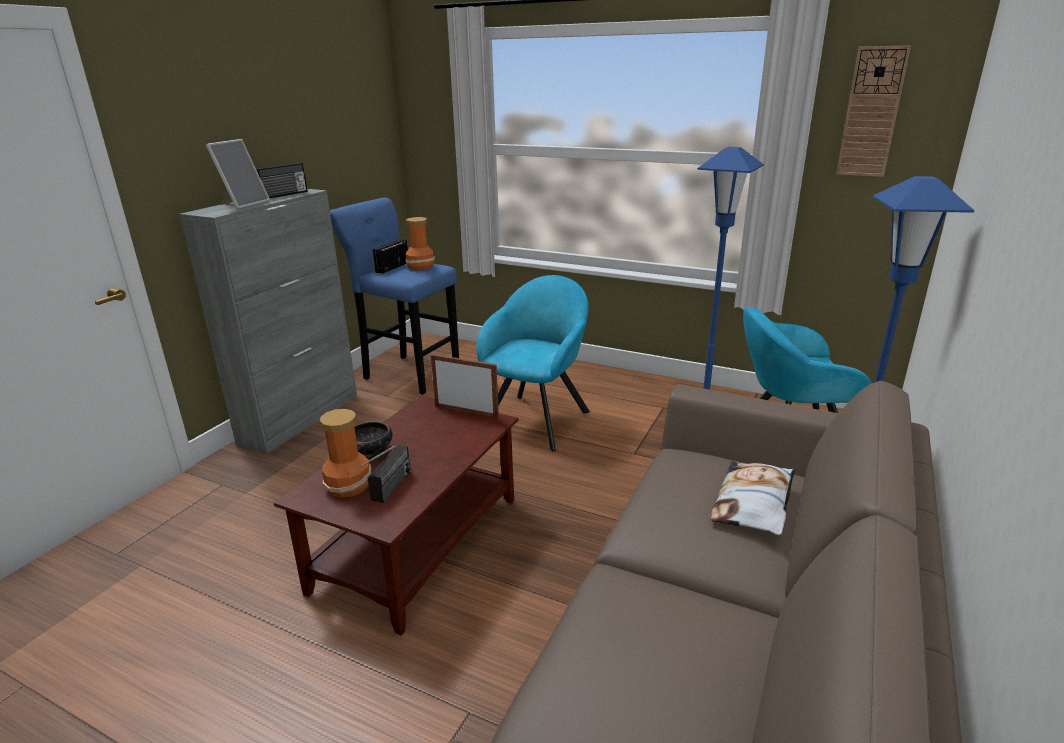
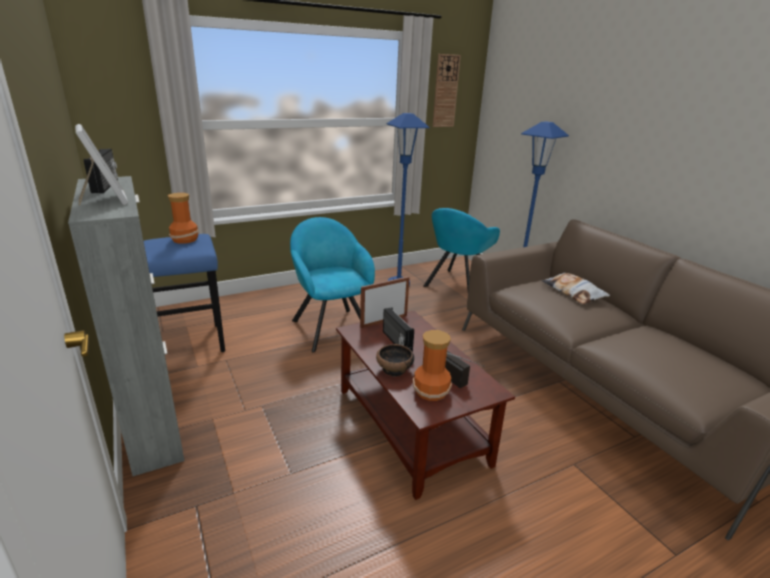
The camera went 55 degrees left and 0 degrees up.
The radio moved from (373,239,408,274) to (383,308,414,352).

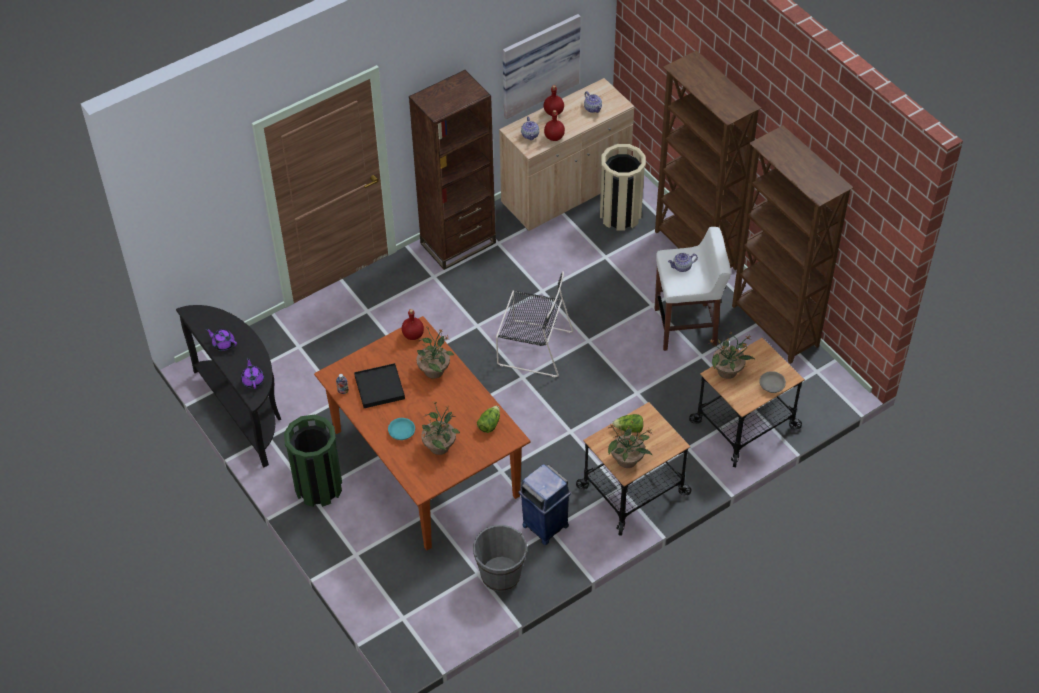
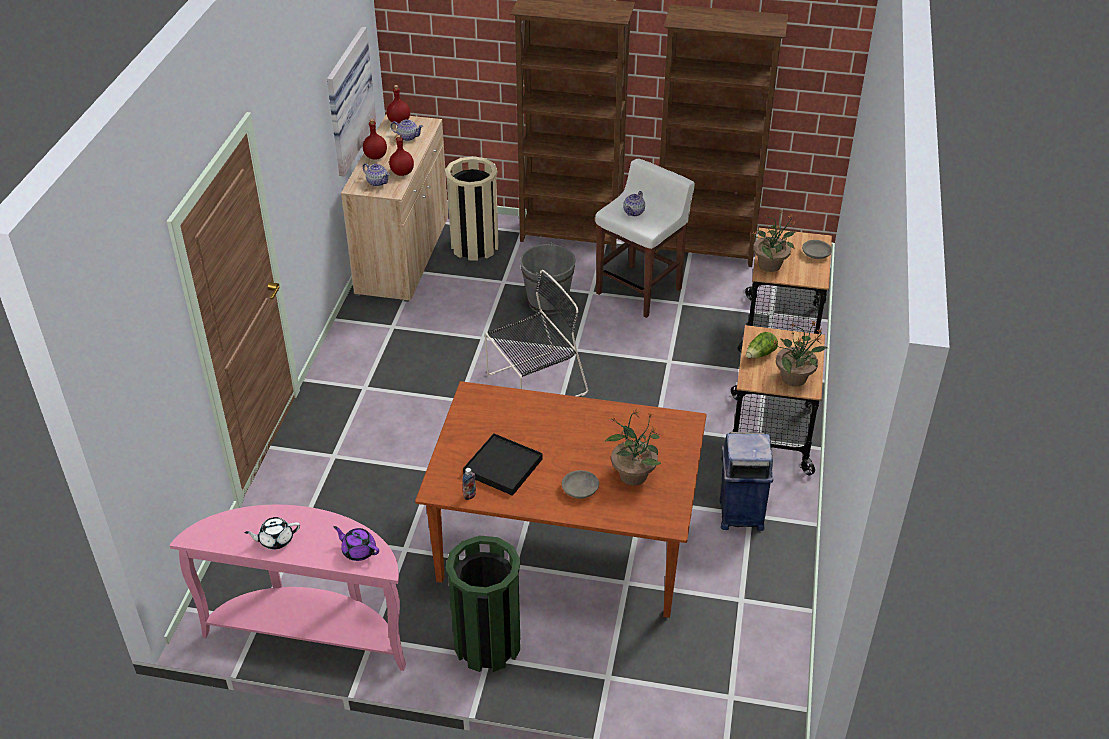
The camera went 45 degrees left and 10 degrees down.
The brownish shelving unit at (409,70,496,270) disappeared.
The houseplant at (417,326,454,378) disappeared.
The lettuce at (477,406,500,433) disappeared.
The red-coloured drink bottle moved from (402,309,424,340) to (387,85,410,124).
The gray pail moved from (473,525,527,592) to (520,242,576,315).
The black-coloured narrow table at (176,305,281,467) became the pinkish narrow table at (170,505,406,671).
The purple-coloured pot for tea at (206,328,237,351) became the white-coloured pot for tea at (244,517,300,550).
The turquoise serving bowl at (388,418,415,440) became the gray serving bowl at (562,470,599,499).

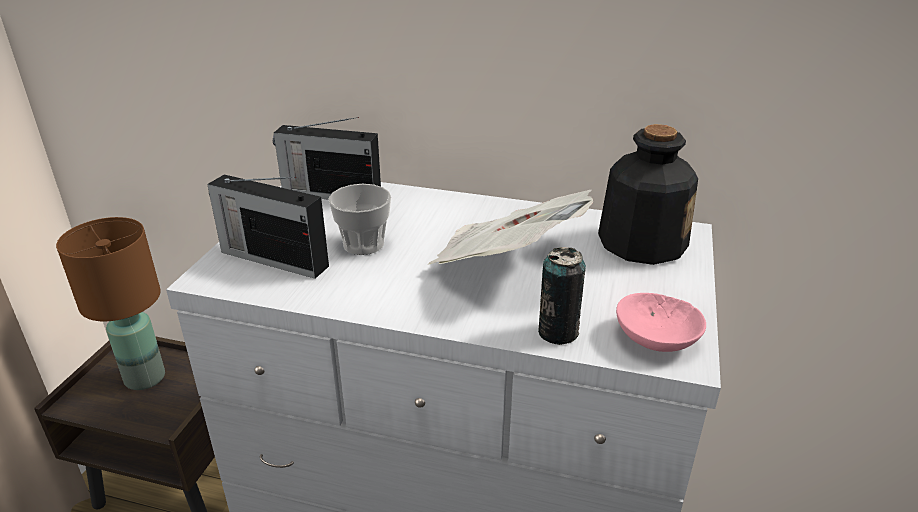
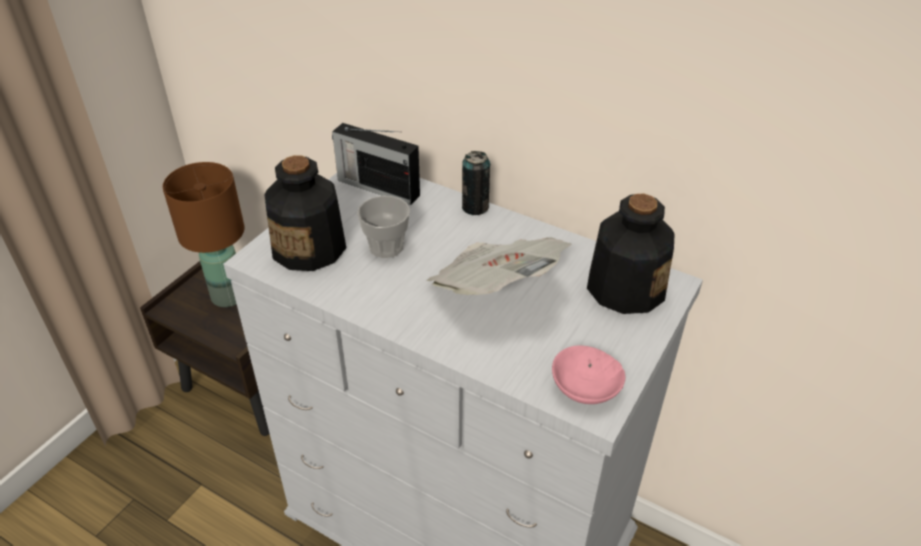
The camera went 15 degrees right and 10 degrees up.
The metal can moved from (538,247,586,345) to (462,151,491,215).
The radio at (207,175,329,279) was replaced by the drink bottle at (264,155,346,271).

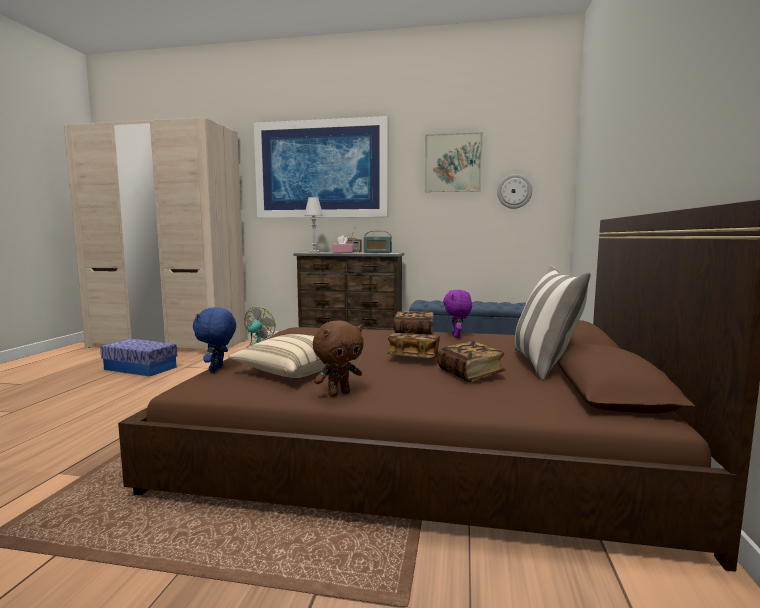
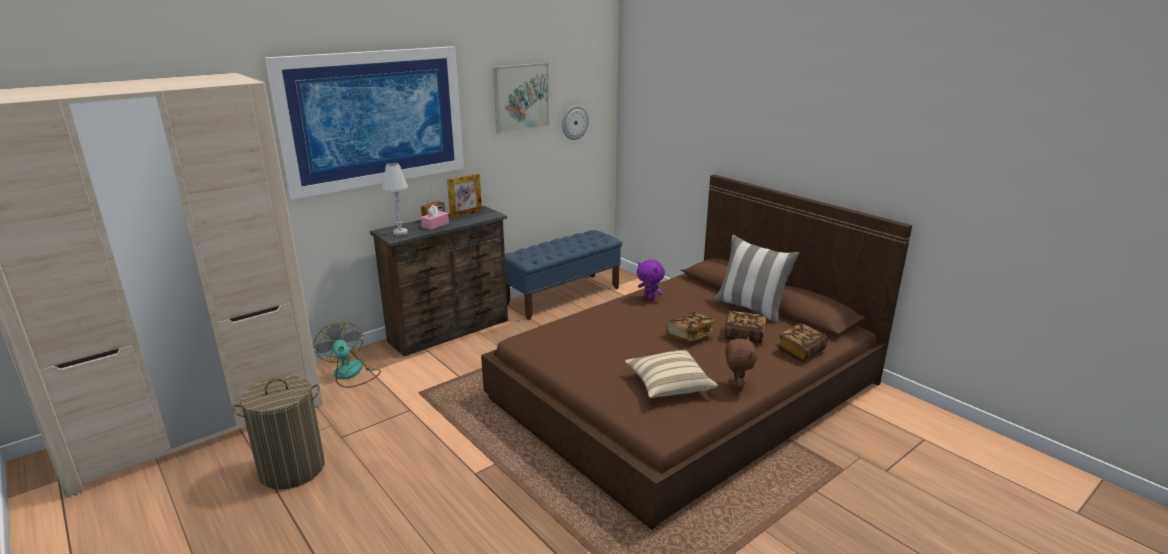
The camera went 50 degrees left and 15 degrees up.
The bluish cuddly toy at (193,307,236,372) disappeared.
The book moved from (394,311,434,335) to (776,323,828,362).
The storage box at (100,339,177,377) was replaced by the hamper at (232,375,325,490).
The radio at (364,231,392,253) was replaced by the photo frame at (447,174,482,218).

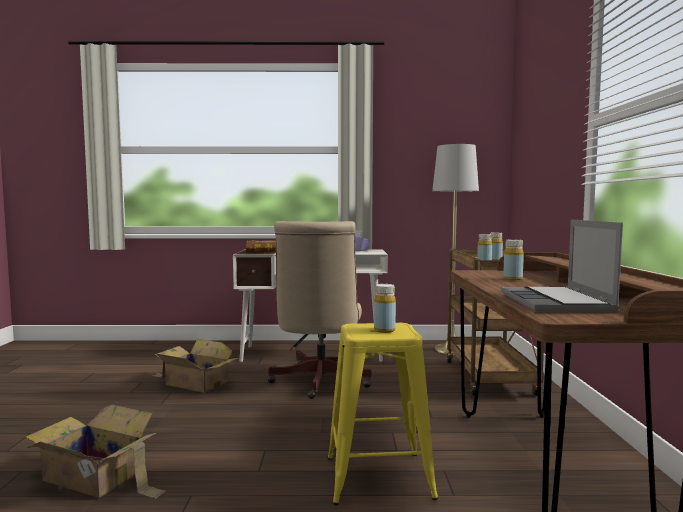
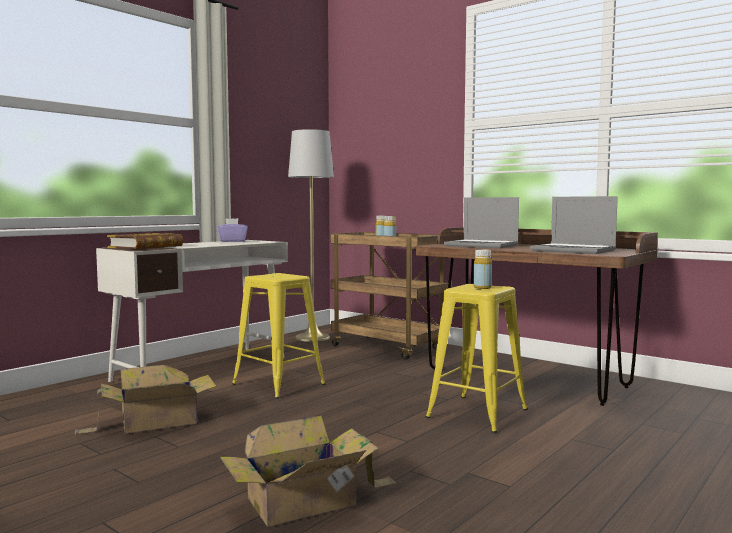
The camera went 50 degrees left and 0 degrees up.
The beige desk chair at (267,221,372,399) was replaced by the yellowish stool at (232,273,326,399).
The yellowish drink bottle at (503,240,524,280) was replaced by the notebook computer at (444,197,519,248).

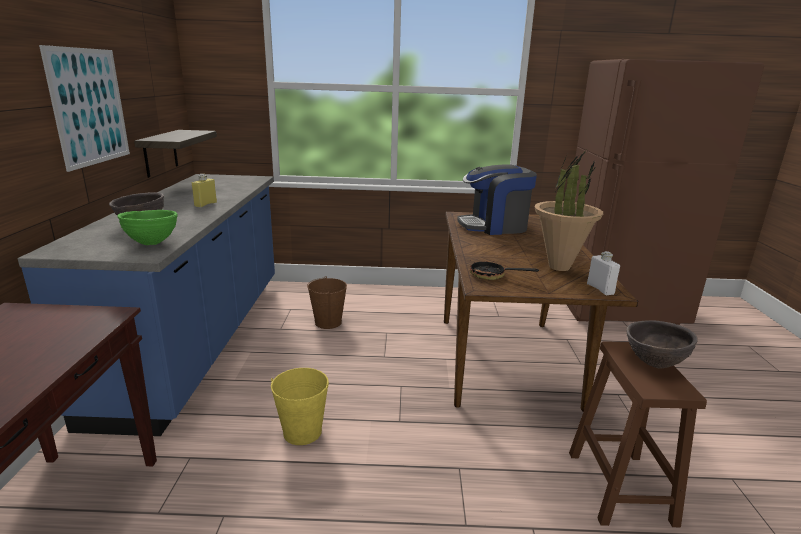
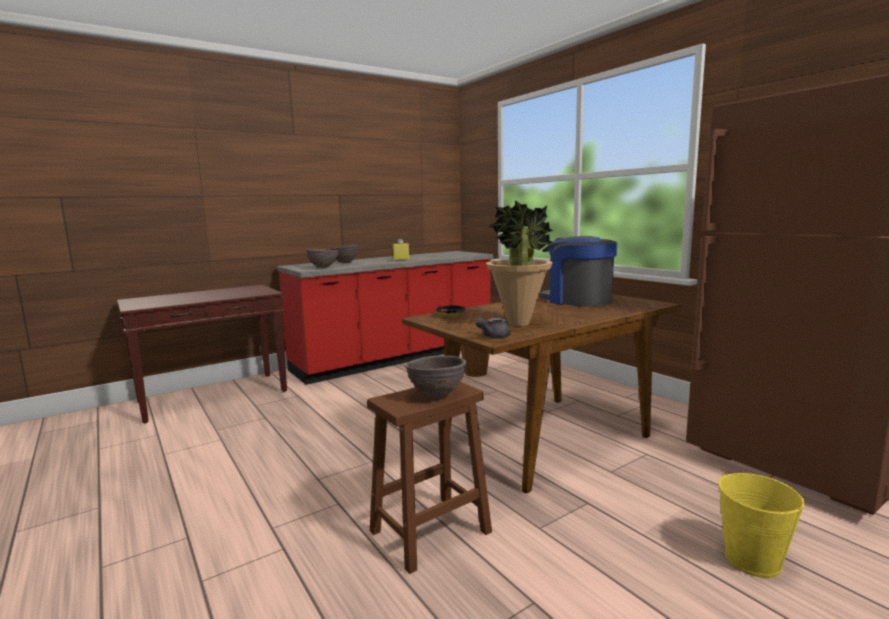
The camera went 55 degrees right and 10 degrees down.
The wall picture at (39,45,130,172) disappeared.
The wall shelf at (134,130,217,178) disappeared.
The yellowish pail moved from (271,368,329,445) to (718,472,805,578).
The white-coloured drink bottle at (587,251,620,295) was replaced by the gray pot for tea at (475,318,511,338).
The bluish counter at (18,174,275,436) became the red-coloured counter at (277,251,493,385).
The greenish serving bowl at (117,210,177,245) became the brownish serving bowl at (306,249,339,268).

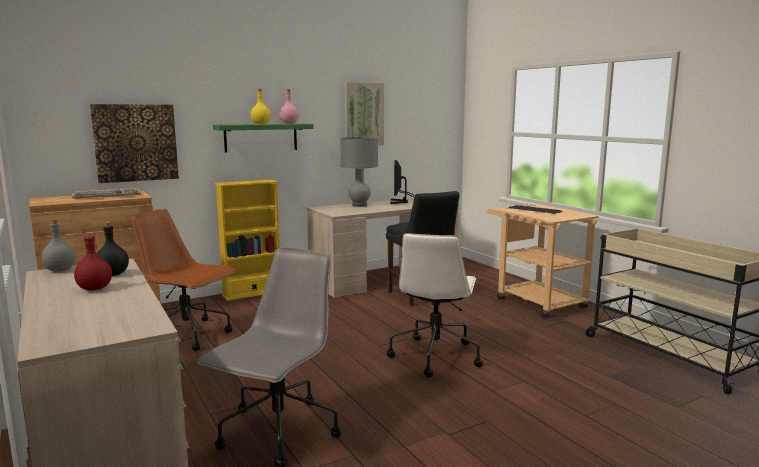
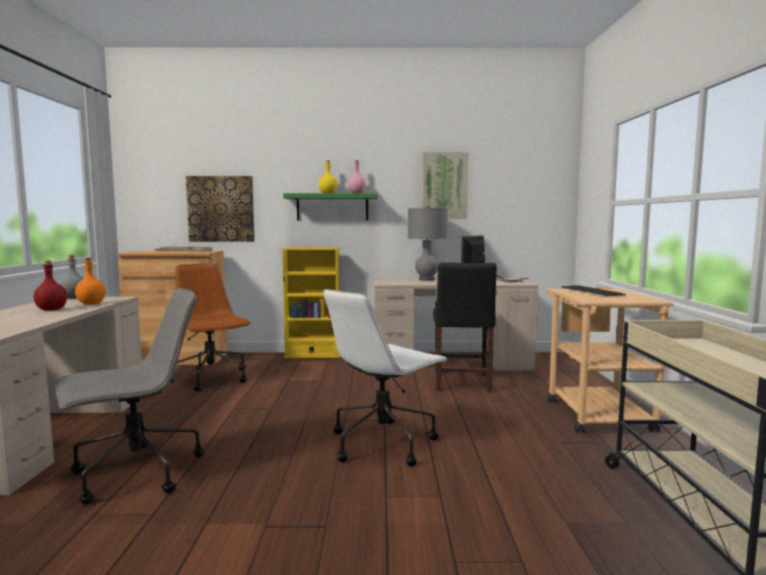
The camera went 30 degrees right and 5 degrees down.
The black-coloured drink bottle at (97,222,129,276) became the orangey drink bottle at (75,258,106,304).

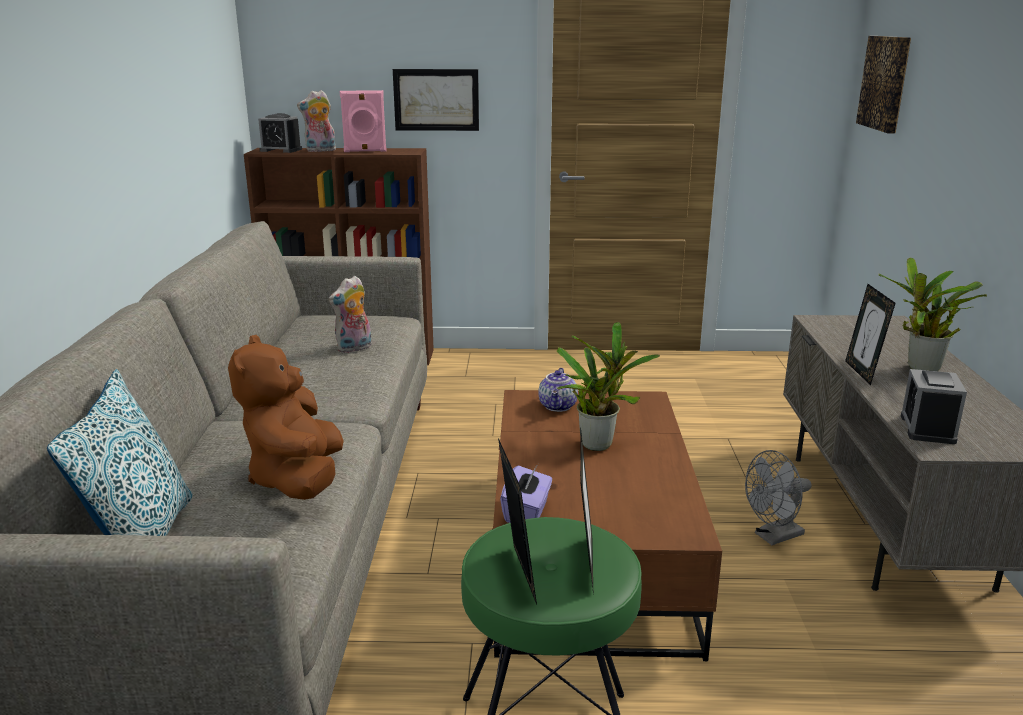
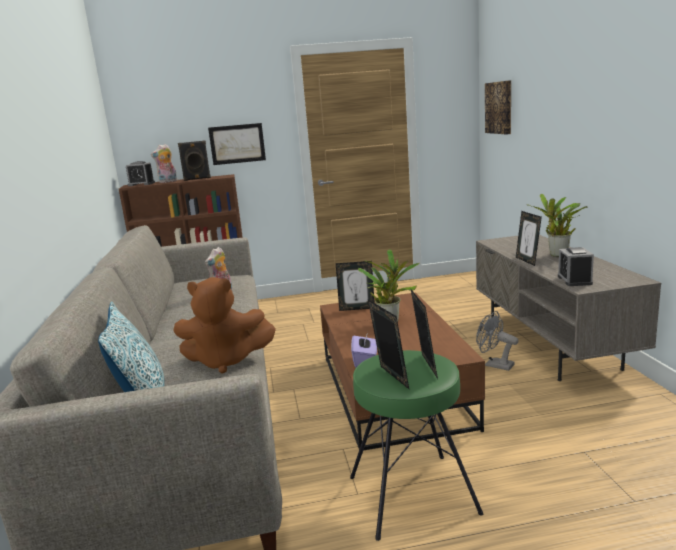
The camera went 10 degrees left and 5 degrees down.
The pot for tea at (538,368,578,412) was replaced by the photo frame at (336,261,375,311).
The pinkish audio speaker at (340,90,387,152) became the black-coloured audio speaker at (178,140,211,181).
The brownish cuddly toy at (228,335,344,500) turned 75 degrees counterclockwise.
The gray electric fan at (745,450,812,545) turned 75 degrees clockwise.

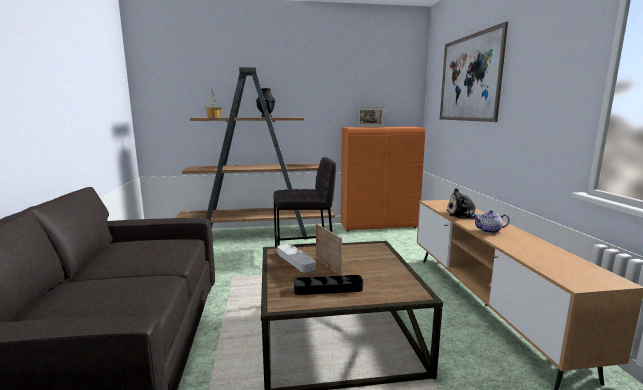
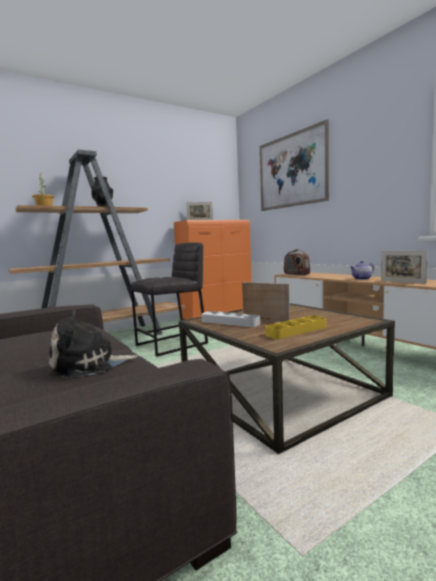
The camera went 25 degrees left and 5 degrees down.
The radio at (284,249,310,275) appeared.
The photo frame at (381,251,427,284) appeared.
The cuddly toy moved from (446,188,483,219) to (49,310,138,378).
The black-coloured carrying tray at (294,275,363,295) became the yellowish carrying tray at (265,315,326,339).

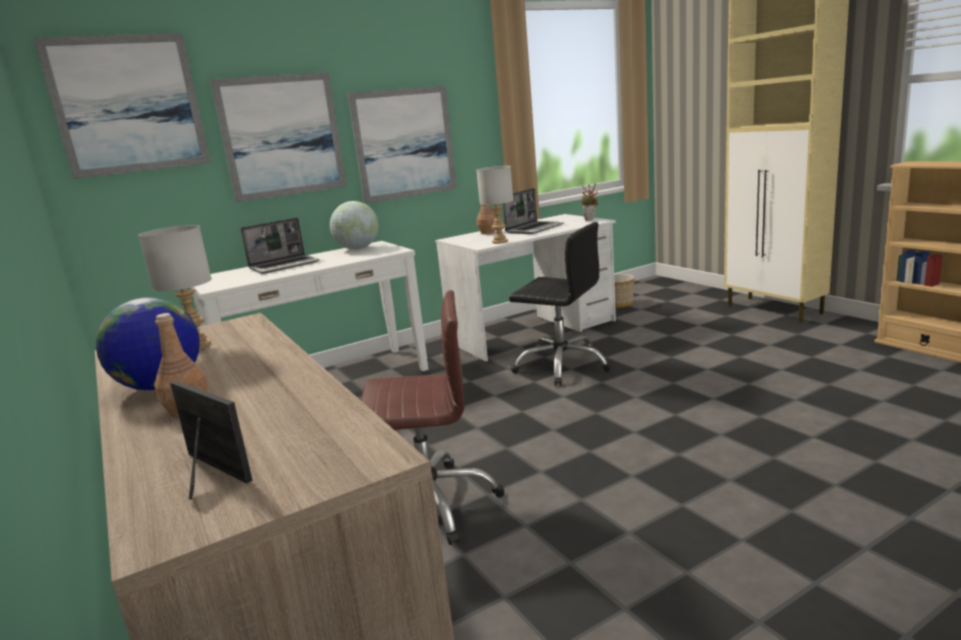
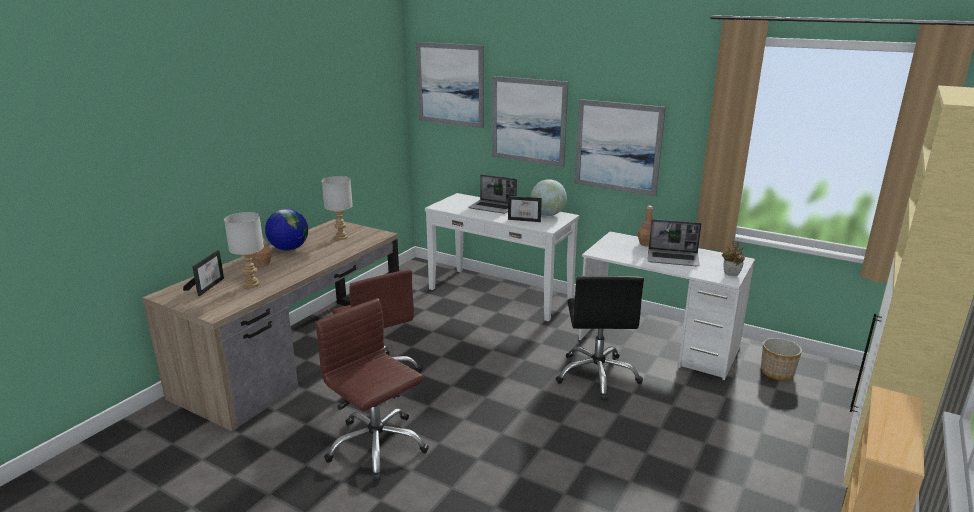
The camera went 60 degrees right and 5 degrees up.
The brownish desk chair at (315,298,429,481) appeared.
The photo frame at (508,196,542,222) appeared.
The gray lamp for a table moved from (476,166,513,244) to (224,212,264,288).

